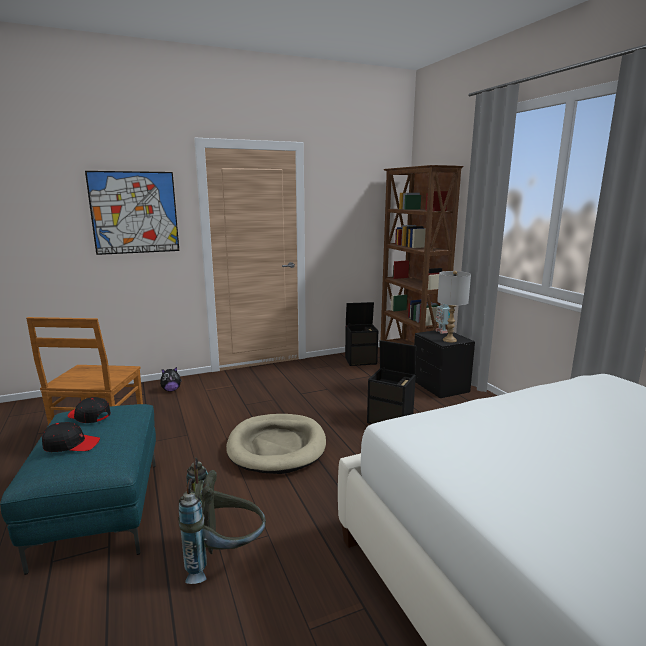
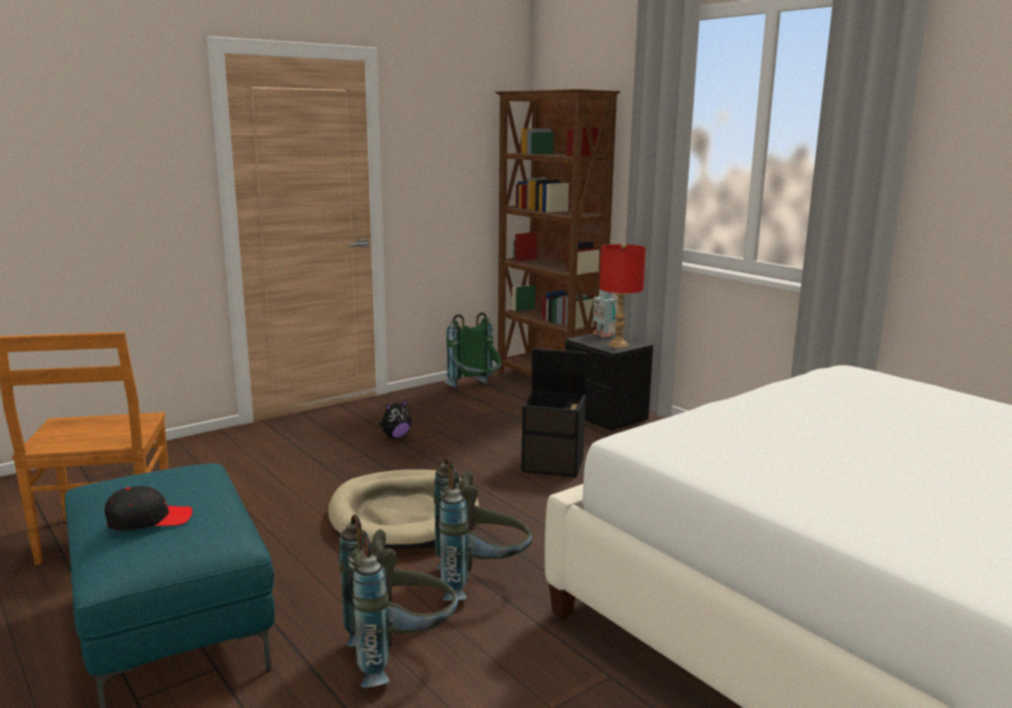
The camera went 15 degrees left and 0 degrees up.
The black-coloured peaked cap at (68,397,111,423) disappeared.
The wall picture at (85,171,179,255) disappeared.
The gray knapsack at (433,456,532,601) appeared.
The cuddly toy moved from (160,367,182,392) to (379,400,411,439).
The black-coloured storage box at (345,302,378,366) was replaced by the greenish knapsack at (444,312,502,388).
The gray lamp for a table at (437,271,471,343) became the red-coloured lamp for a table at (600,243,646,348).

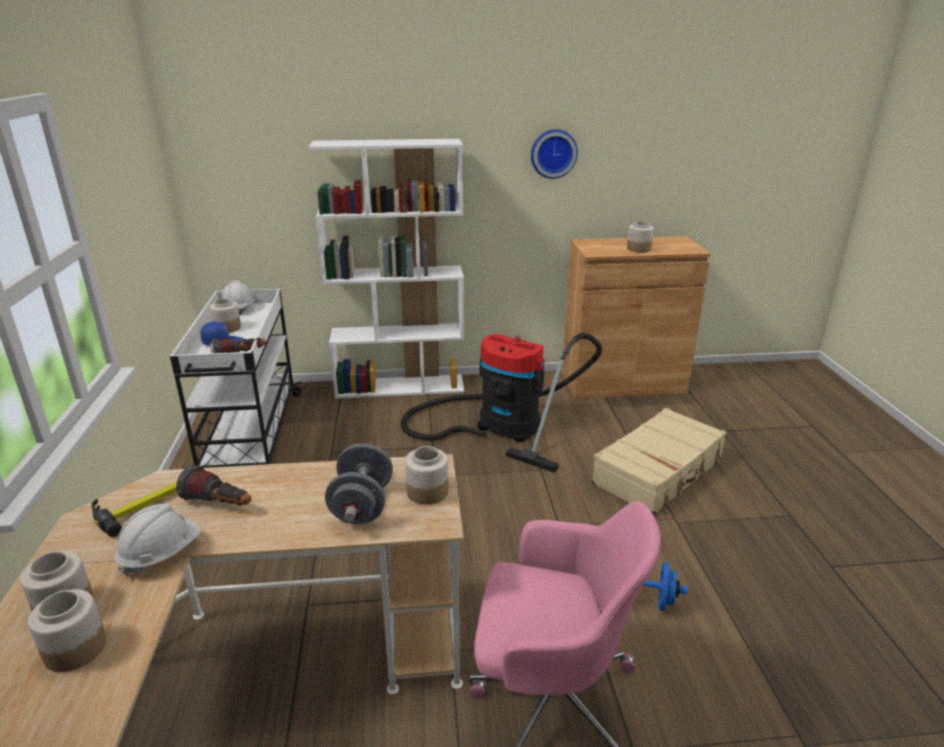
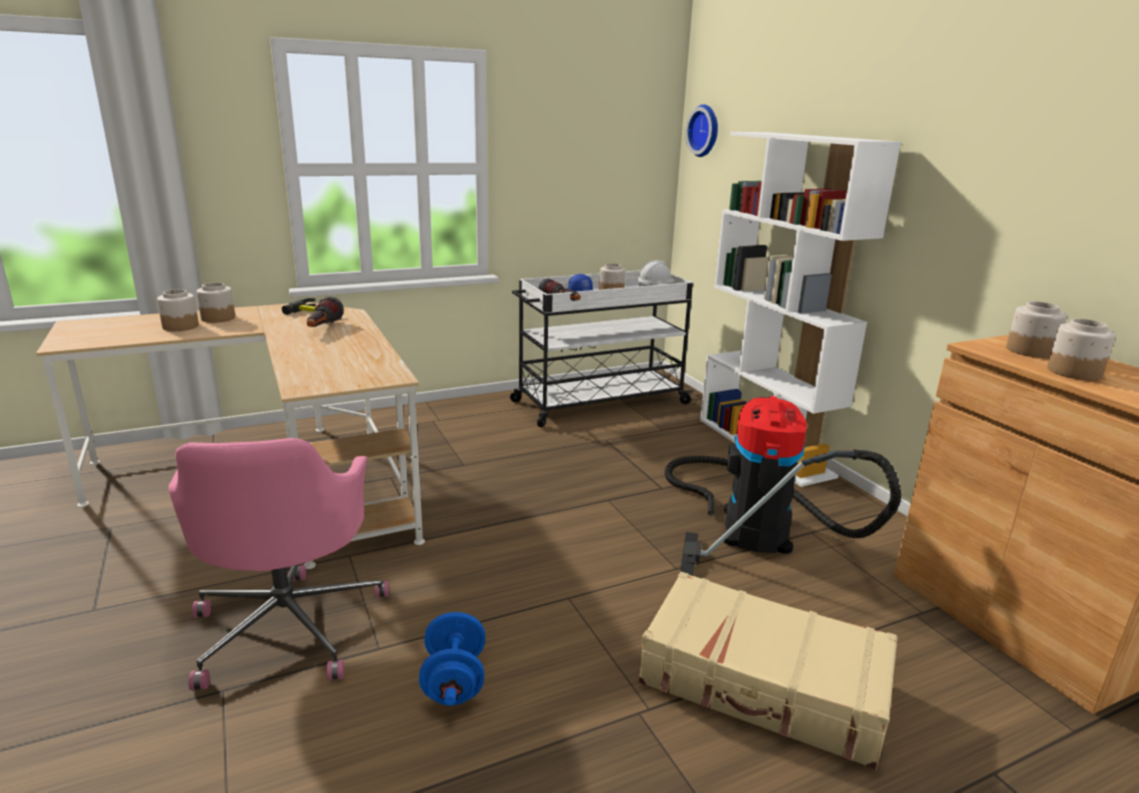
The camera went 70 degrees right and 5 degrees down.
The white-coloured hard hat at (115,504,201,577) disappeared.
The gray hand weight at (325,443,393,524) disappeared.
The jar moved from (405,446,449,505) to (1006,301,1067,358).
The clock on the wall moved from (531,129,578,179) to (685,104,718,157).

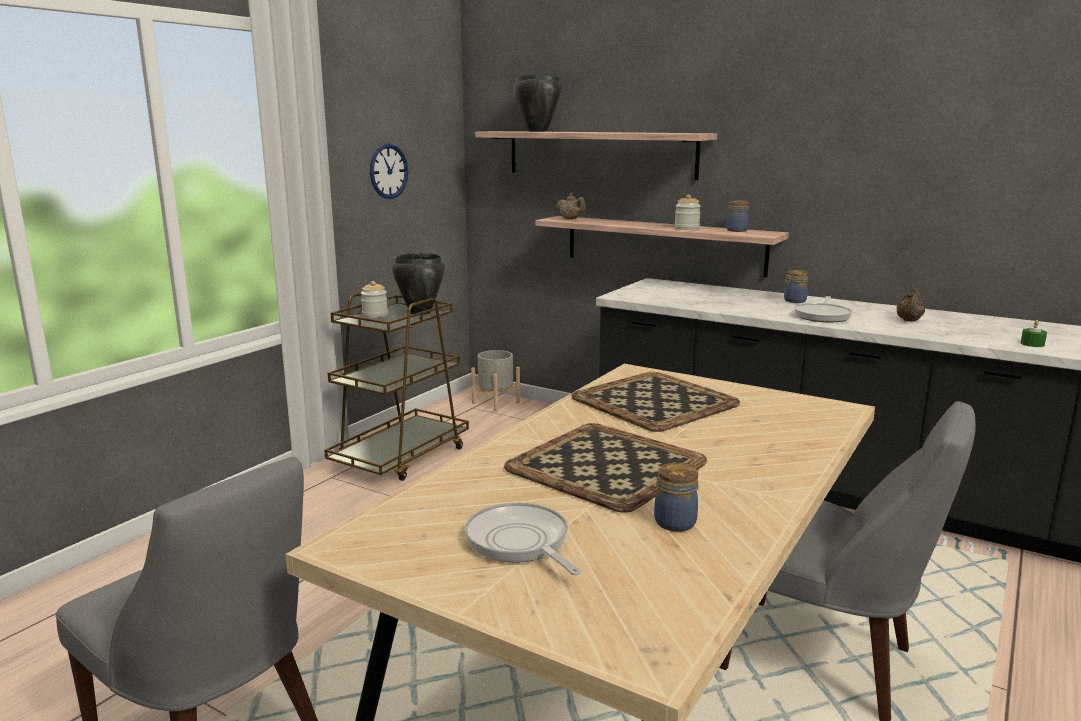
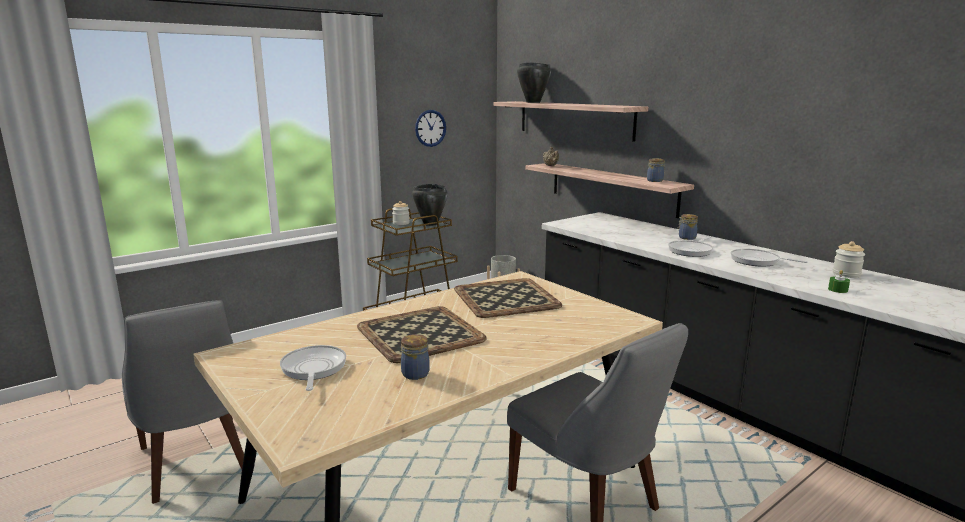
The camera went 20 degrees right and 0 degrees up.
The jar moved from (675,194,701,230) to (833,241,865,278).
The brownish pot for tea at (896,288,925,322) was replaced by the pan at (731,249,808,267).

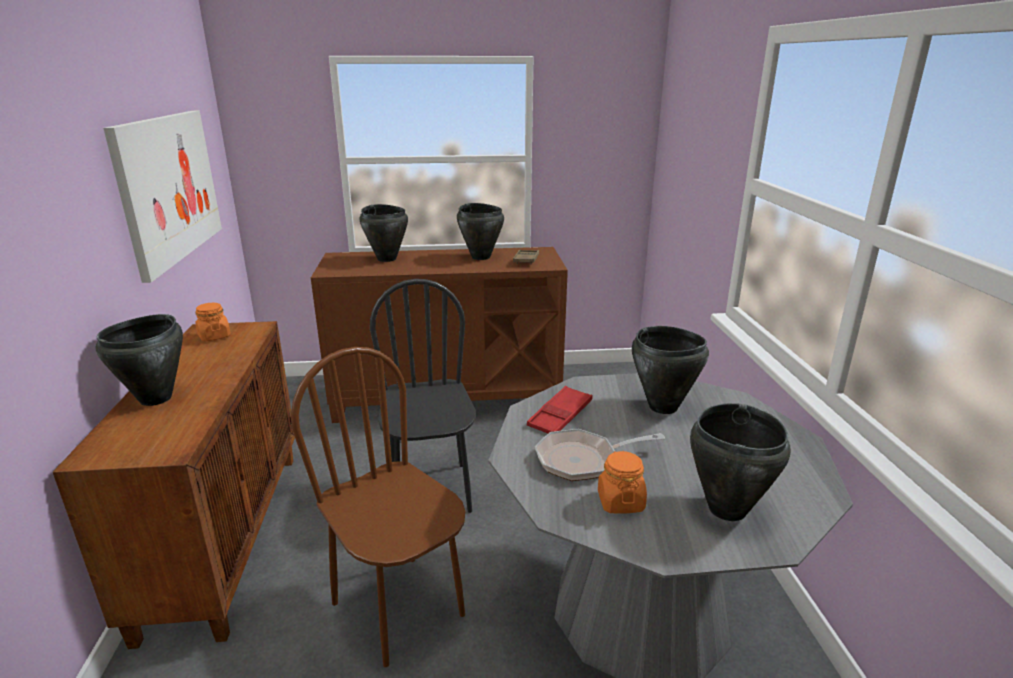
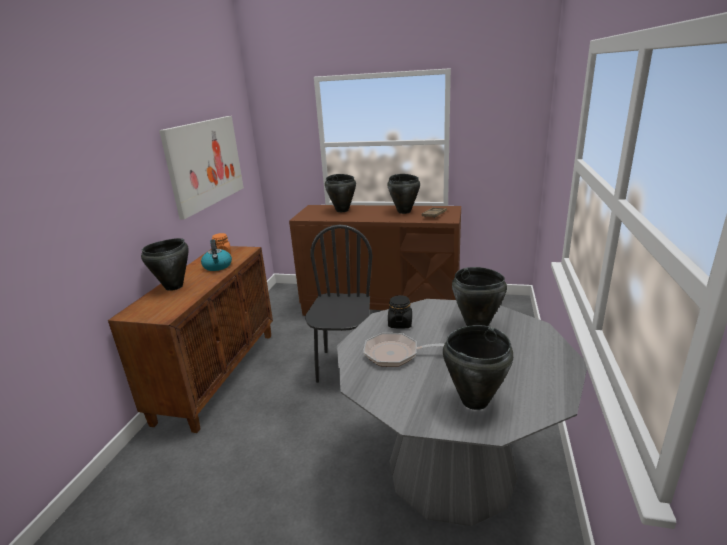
The camera went 20 degrees right and 0 degrees up.
The brownish chair at (291,347,465,667) disappeared.
The orangey jar at (598,451,647,513) disappeared.
The kettle at (201,239,232,271) appeared.
The red-coloured carrying tray at (527,386,593,433) was replaced by the black-coloured jar at (388,295,412,329).

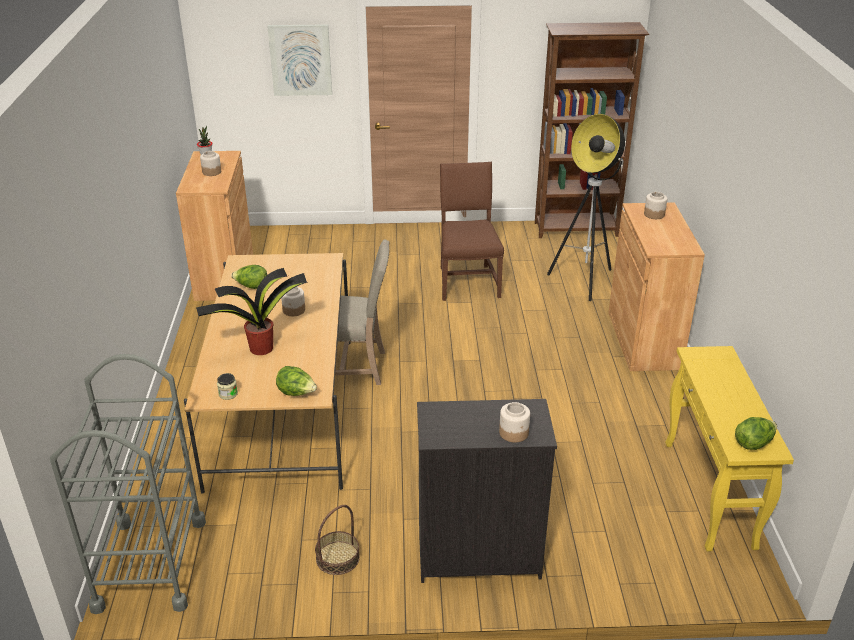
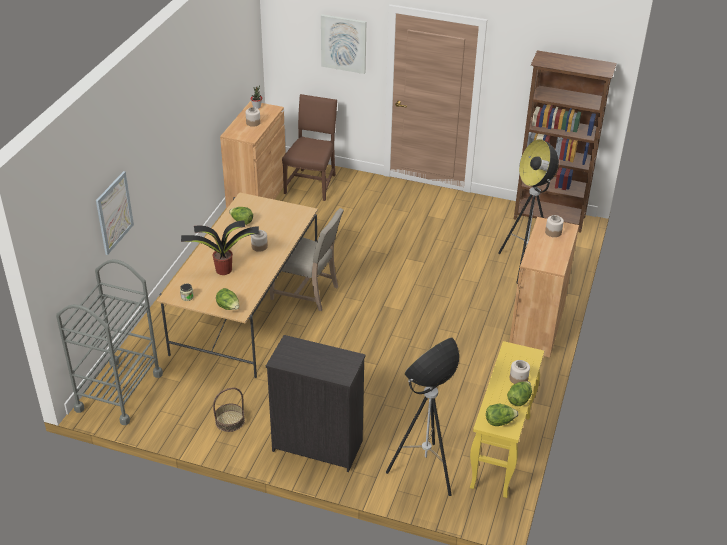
The camera went 20 degrees right and 5 degrees up.
The wall picture at (96,171,134,255) appeared.
The standing lamp at (386,338,459,496) appeared.
The lettuce at (507,381,532,406) appeared.
The brownish chair moved from (440,162,504,301) to (282,94,337,201).
The jar moved from (499,402,530,443) to (510,360,530,384).

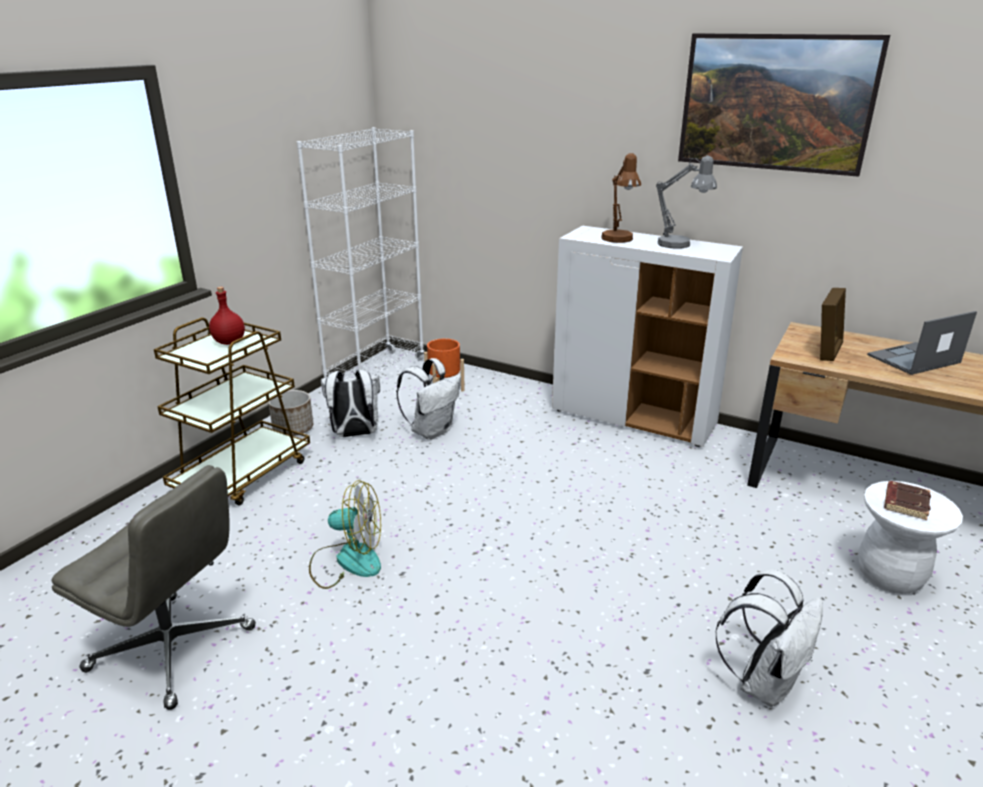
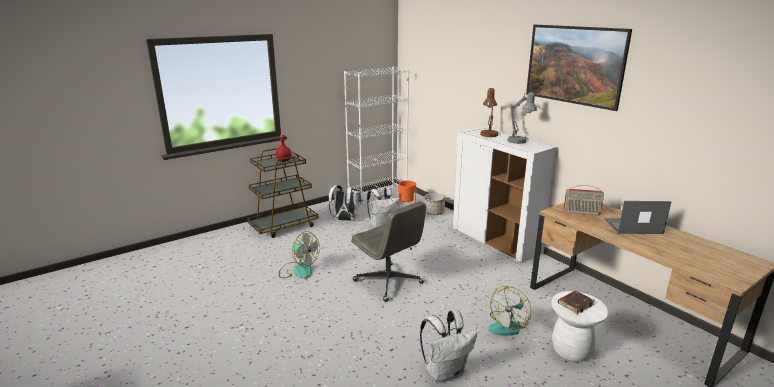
The camera went 25 degrees right and 5 degrees down.
The electric fan at (488,286,531,336) appeared.
The gray desk chair moved from (51,465,256,710) to (351,201,426,302).
The flower pot moved from (268,390,313,436) to (424,193,445,215).
The photo frame at (820,288,846,361) was replaced by the radio at (563,185,604,215).

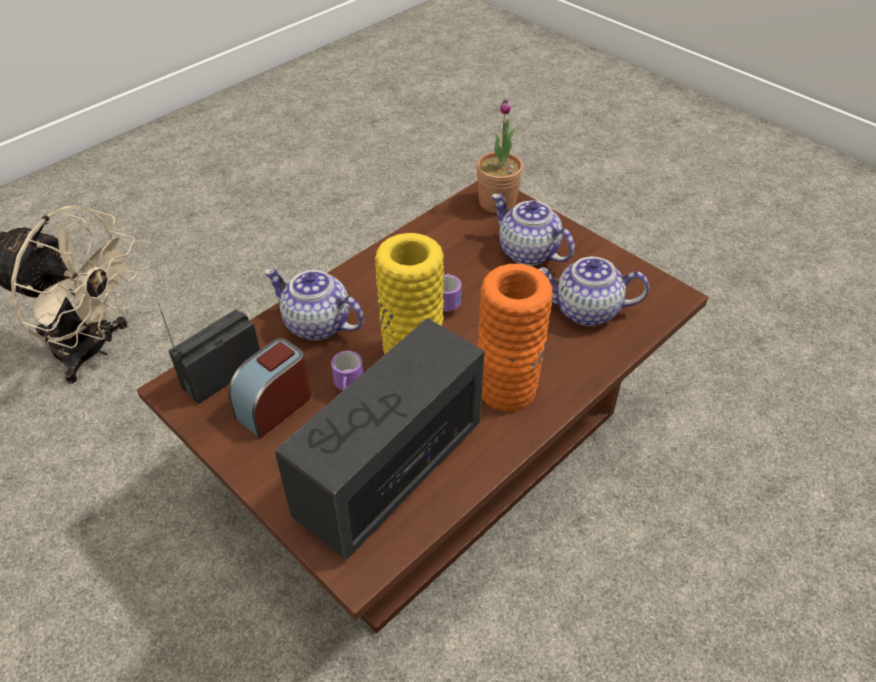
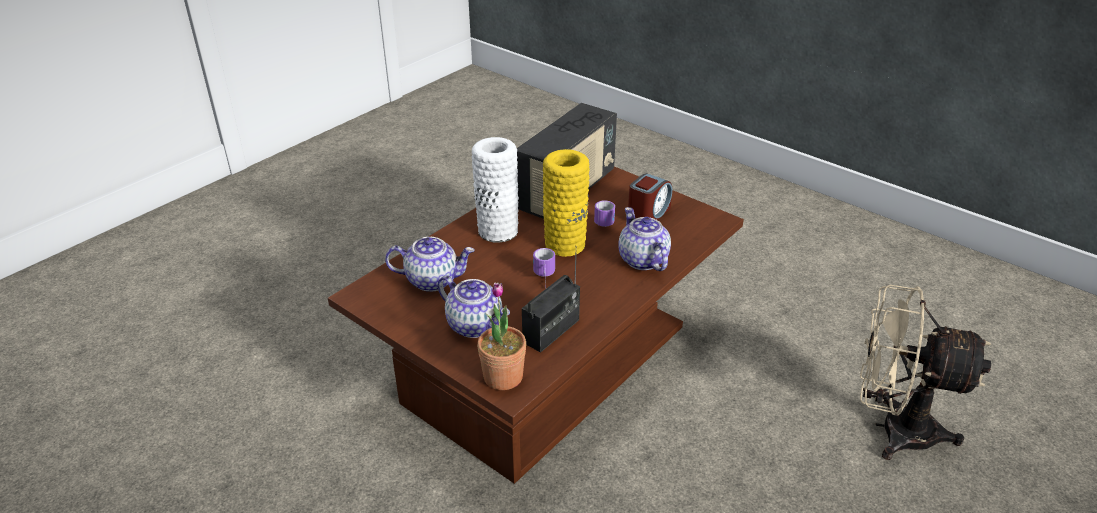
The camera went 175 degrees right and 10 degrees down.
The radio moved from (158,303,260,404) to (522,246,580,353).
The orangey decorative vase at (477,264,553,411) became the white-coloured decorative vase at (472,137,519,243).
The pot for tea at (264,268,364,341) turned 135 degrees counterclockwise.

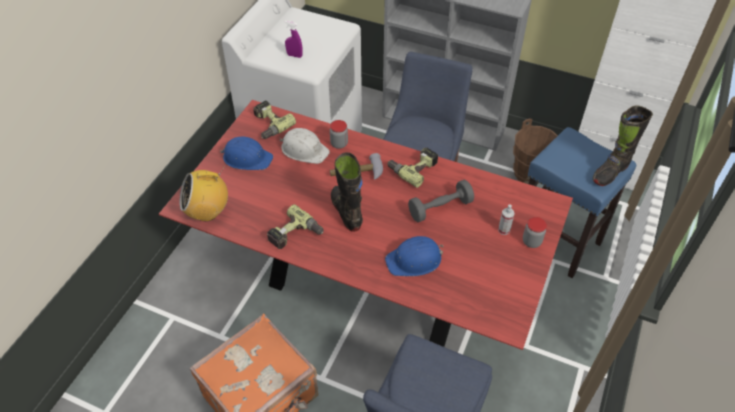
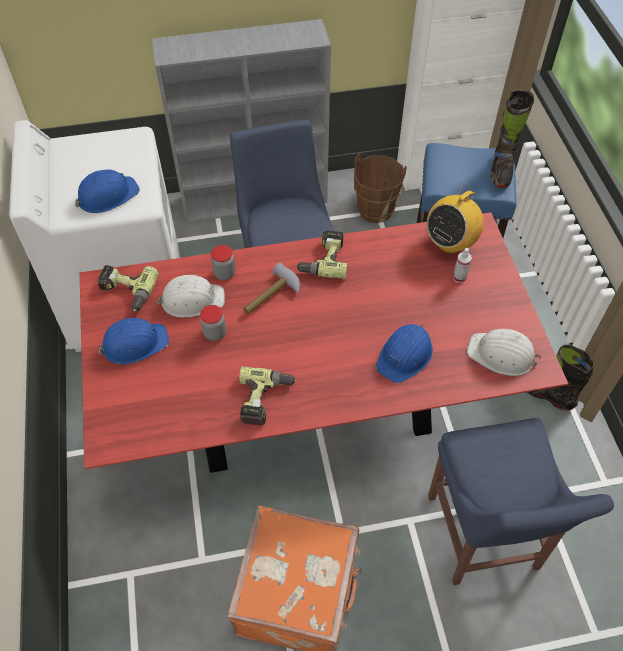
The camera went 35 degrees left and 5 degrees up.
The gray hand weight at (408,180,474,222) disappeared.
The white-coloured hard hat at (467,329,541,376) appeared.
The radio moved from (179,167,228,221) to (427,184,484,253).
The black-coloured boot moved from (331,152,363,232) to (527,345,594,410).
The jar moved from (523,217,547,248) to (200,305,226,341).
The purple-coloured hand sprayer at (285,21,303,58) was replaced by the bluish hard hat at (74,170,140,213).

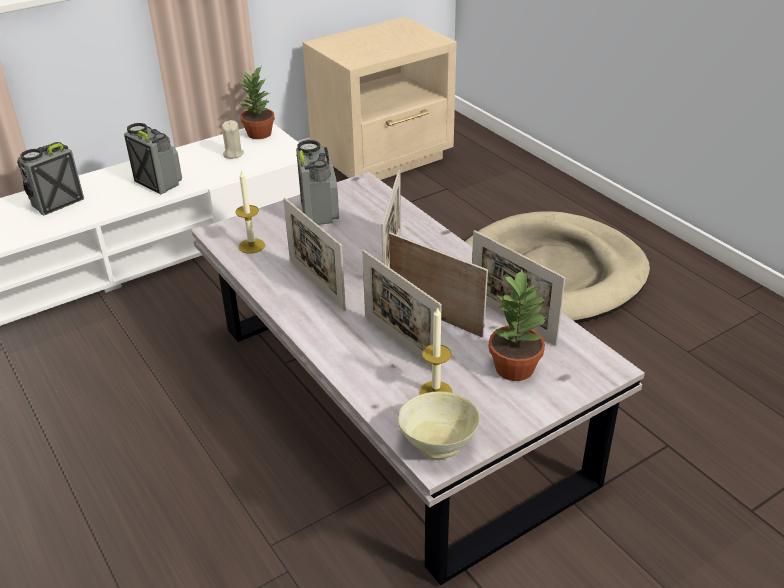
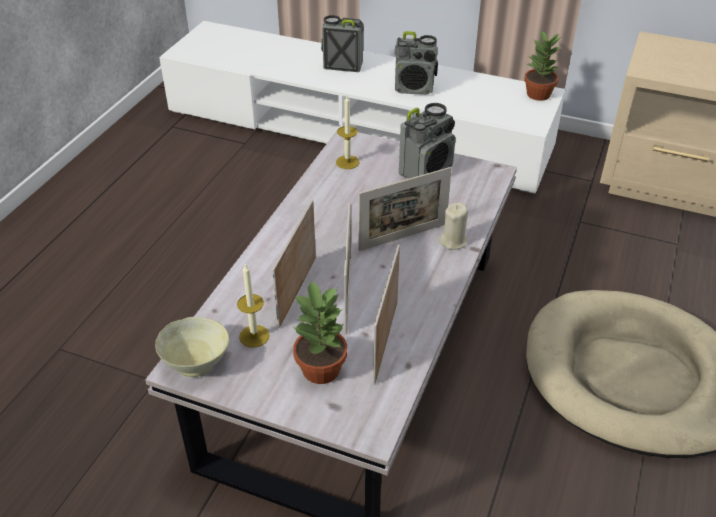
The camera went 55 degrees right and 5 degrees up.
The photo frame at (283,198,346,311) disappeared.
The beige wax candle moved from (222,120,244,159) to (439,202,468,250).
The radio at (124,123,182,195) turned 90 degrees clockwise.

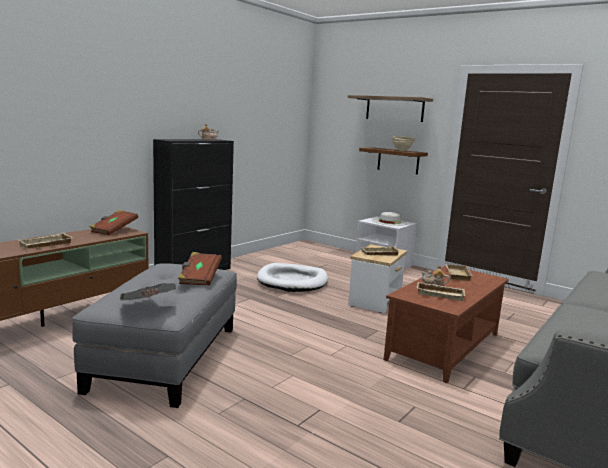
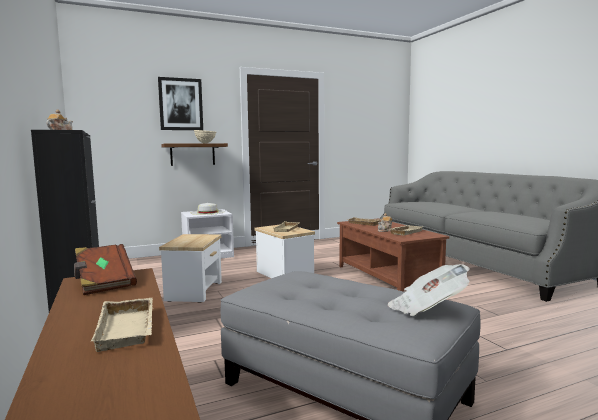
The camera went 60 degrees left and 5 degrees down.
The brownish book at (178,252,222,286) disappeared.
The white-coloured dog cushion at (257,263,328,292) was replaced by the accent table at (159,234,222,303).
The wall shelf at (348,95,433,122) was replaced by the wall picture at (158,77,203,130).

